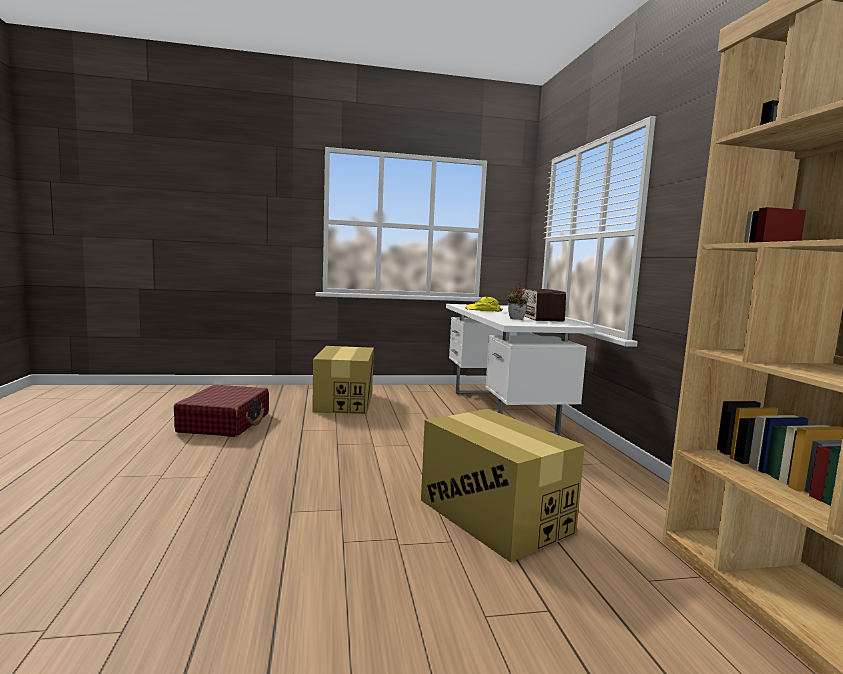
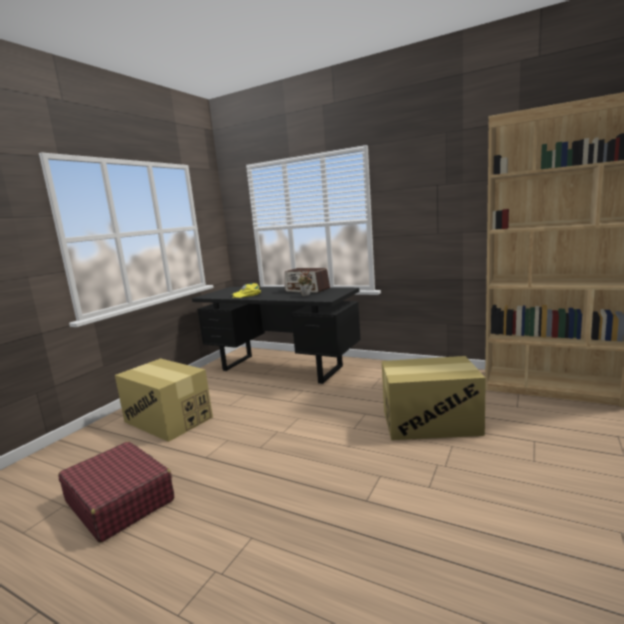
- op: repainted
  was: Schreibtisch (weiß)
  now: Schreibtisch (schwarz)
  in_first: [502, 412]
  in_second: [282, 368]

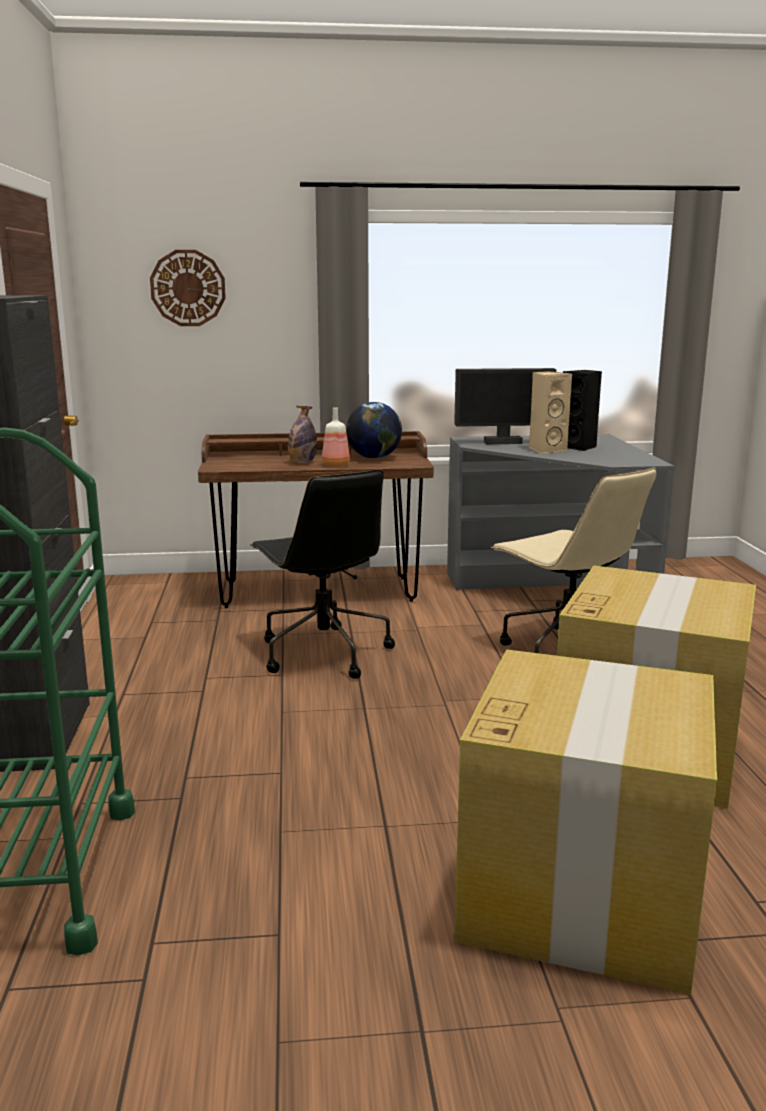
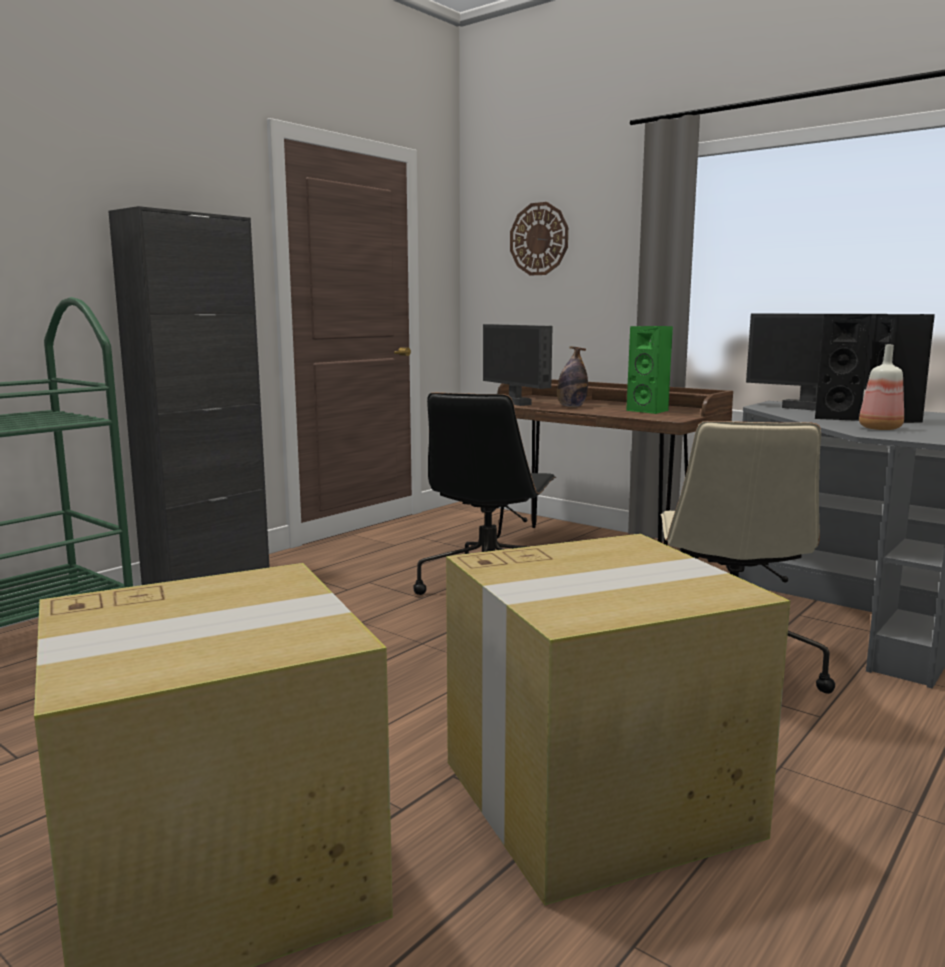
- op: repainted
  was: Lautsprecher (beige)
  now: Lautsprecher (schwarz)
  in_first: [546, 450]
  in_second: [836, 417]
- op: swapped
  was: Globus
  now: Lautsprecher (grün)
  in_first: [374, 458]
  in_second: [650, 411]
- op: shifted
  was: Flasche
  in_first: [335, 465]
  in_second: [878, 428]
- op: new
  now: Monitor
  in_second: [516, 403]

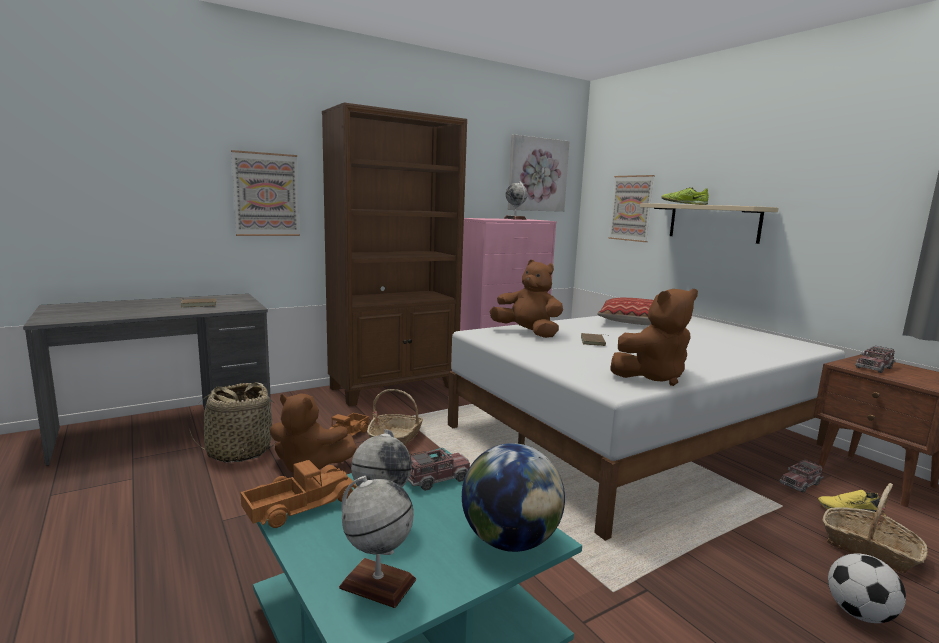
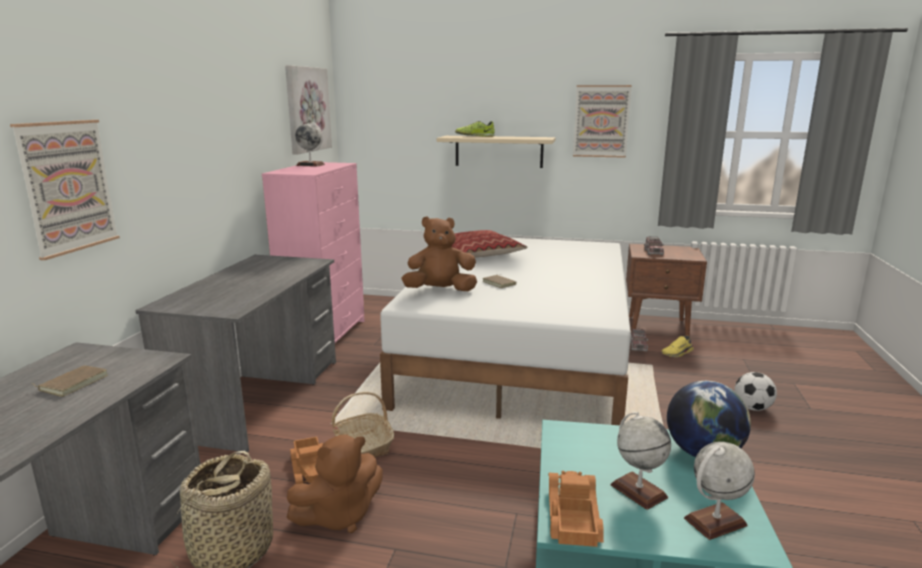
- op: swapped
  was: Bücherregal (braun)
  now: Schreibtisch (grau)
  in_first: [394, 388]
  in_second: [259, 397]
- op: shifted
  was: Bild
  in_first: [631, 208]
  in_second: [601, 121]
- op: gone
  was: Plüschtier (braun)
  in_first: [652, 377]
- op: gone
  was: Spielzeuglaster
  in_first: [436, 479]
- op: gone
  was: Korb
  in_first: [869, 549]

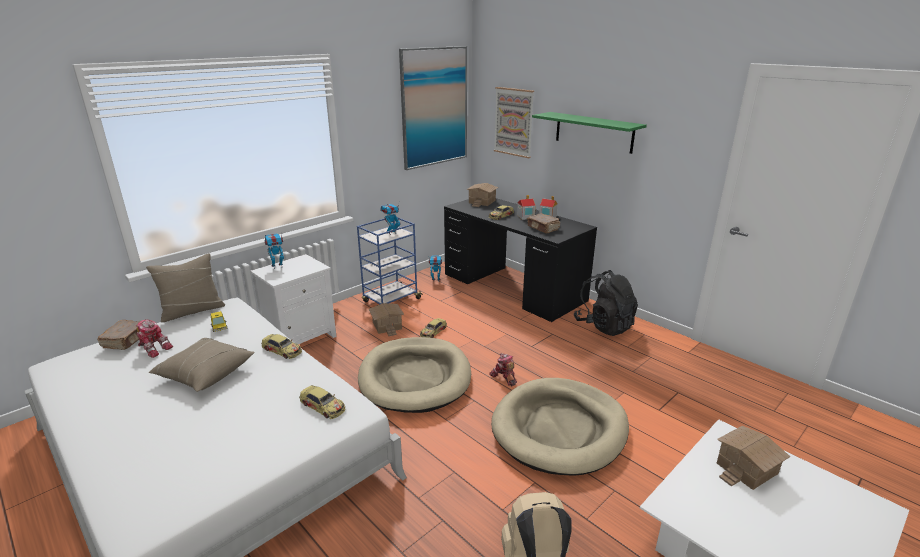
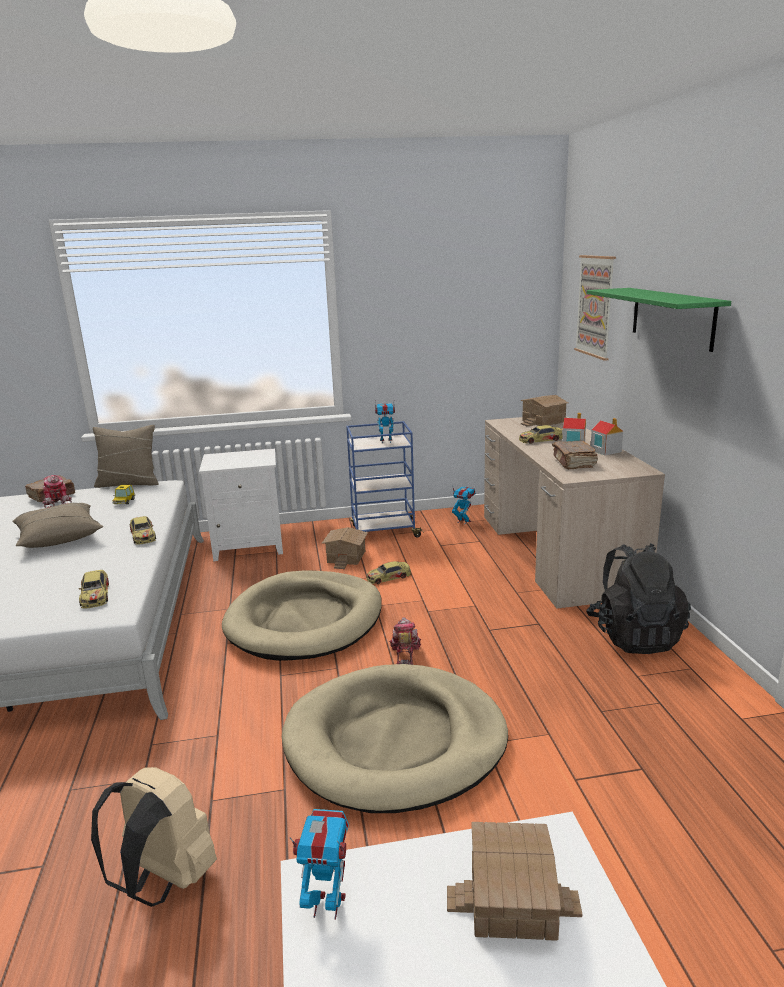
- op: gone
  was: Bild
  in_first: [434, 107]
- op: repainted
  was: Schreibtisch (schwarz)
  now: Schreibtisch (beige)
  in_first: [513, 287]
  in_second: [556, 552]
- op: shifted
  was: Spielzeugroboter
  in_first: [277, 266]
  in_second: [327, 904]

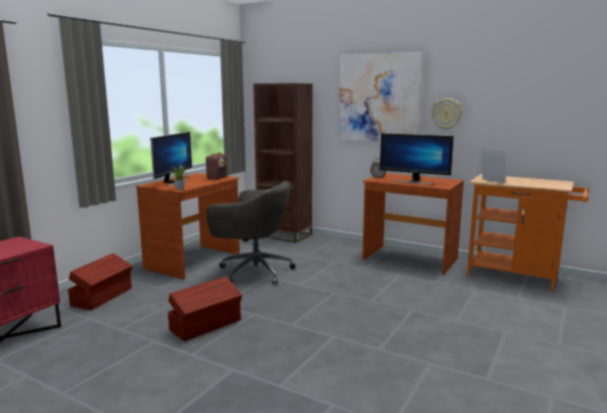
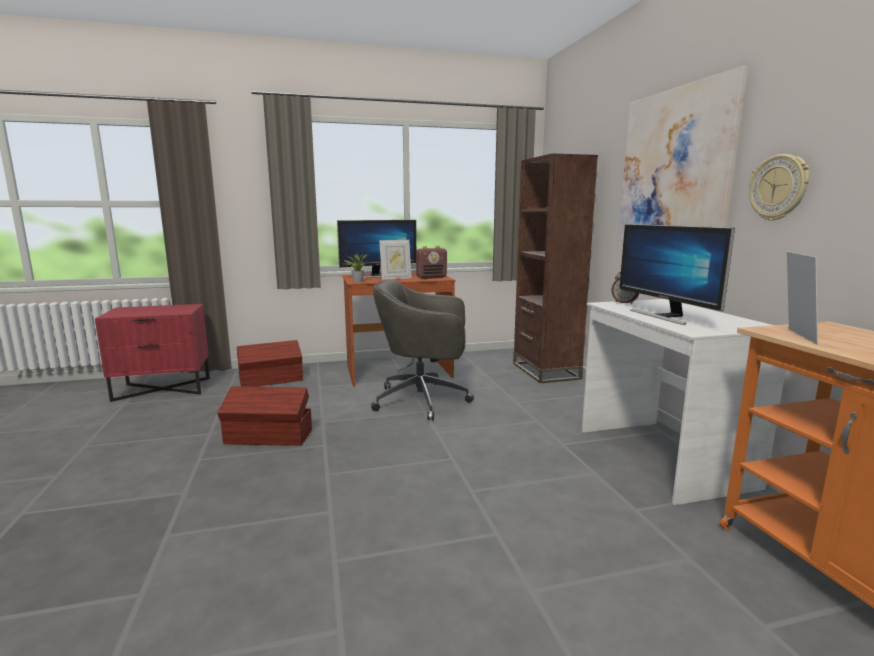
- op: repainted
  was: Schreibtisch (braun)
  now: Schreibtisch (weiß)
  in_first: [409, 259]
  in_second: [660, 457]
- op: rotated
  was: Bürostuhl (grau)
  in_first: [253, 271]
  in_second: [424, 400]
  clockwise: 120
- op: new
  now: Bilderrahmen
  in_second: [396, 278]

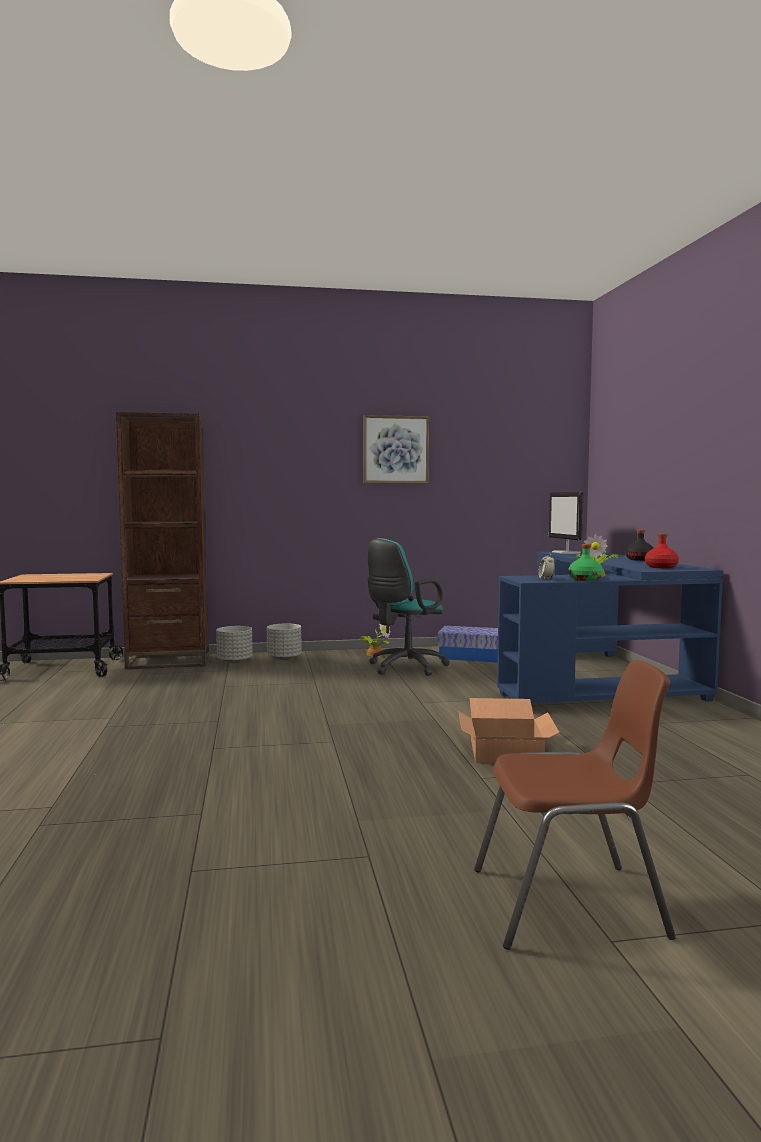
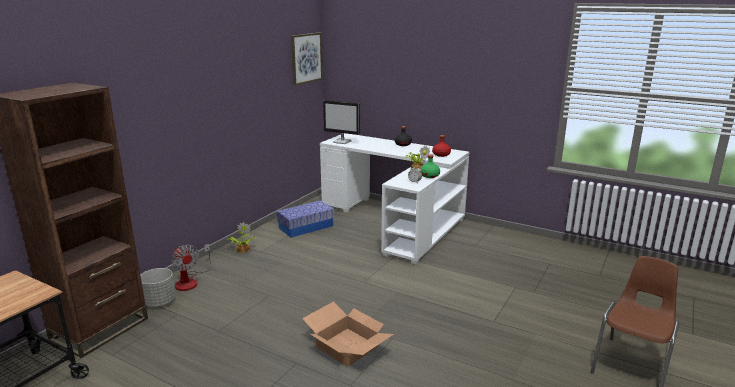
- op: shifted
  was: Bild
  in_first: [395, 449]
  in_second: [306, 58]
- op: gone
  was: Bürostuhl (türkis)
  in_first: [404, 668]
- op: repainted
  was: Schreibtisch (blau)
  now: Schreibtisch (weiß)
  in_first: [601, 678]
  in_second: [397, 221]
- op: swapped
  was: Pflanzkübel (grau)
  now: Ventilator
  in_first: [284, 658]
  in_second: [190, 281]
- op: shifted
  was: Karton
  in_first: [507, 752]
  in_second: [348, 346]

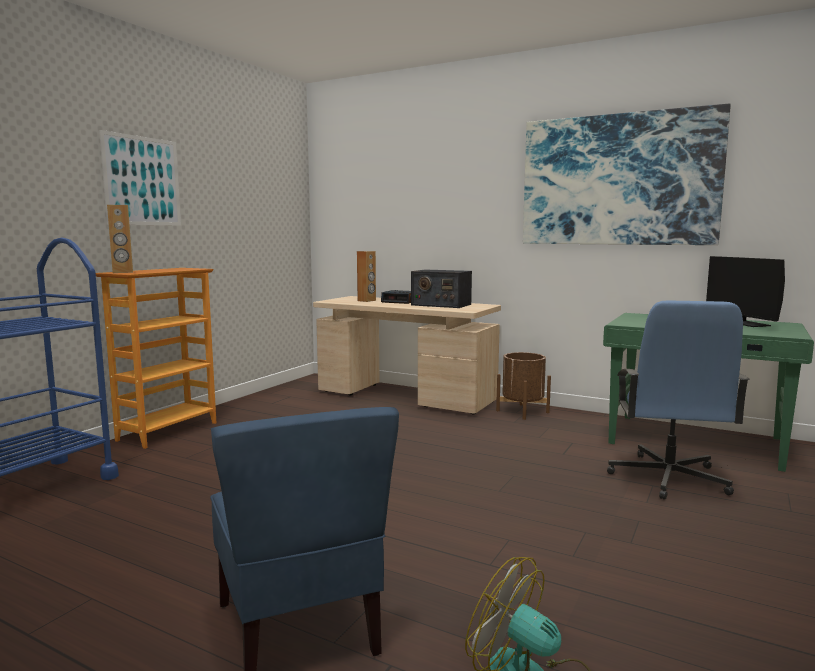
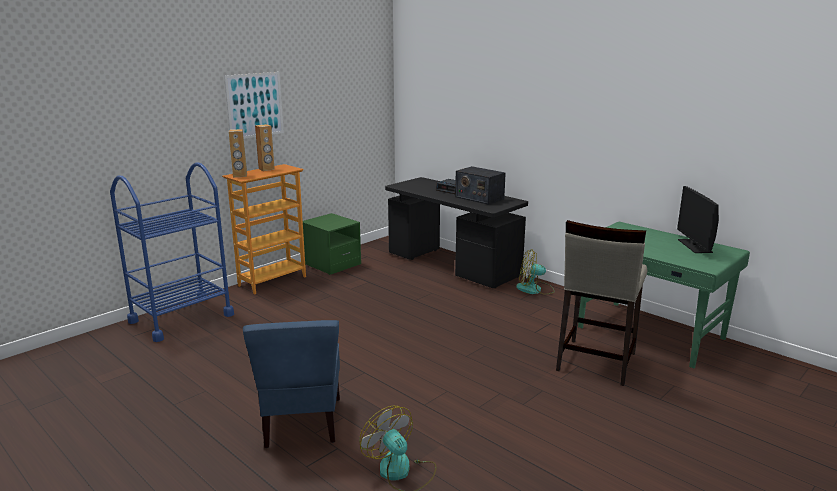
- op: gone
  was: Bild
  in_first: [618, 180]
- op: shifted
  was: Lautsprecher (braun)
  in_first: [367, 300]
  in_second: [266, 169]
- op: repainted
  was: Schreibtisch (beige)
  now: Schreibtisch (schwarz)
  in_first: [405, 397]
  in_second: [452, 265]
- op: swapped
  was: Bürostuhl (blau)
  now: Hocker (beige)
  in_first: [668, 478]
  in_second: [595, 362]
- op: swapped
  was: Pflanzkübel (braun)
  now: Ventilator
  in_first: [522, 411]
  in_second: [535, 289]
- op: new
  now: Nachttisch (grün)
  in_second: [332, 264]

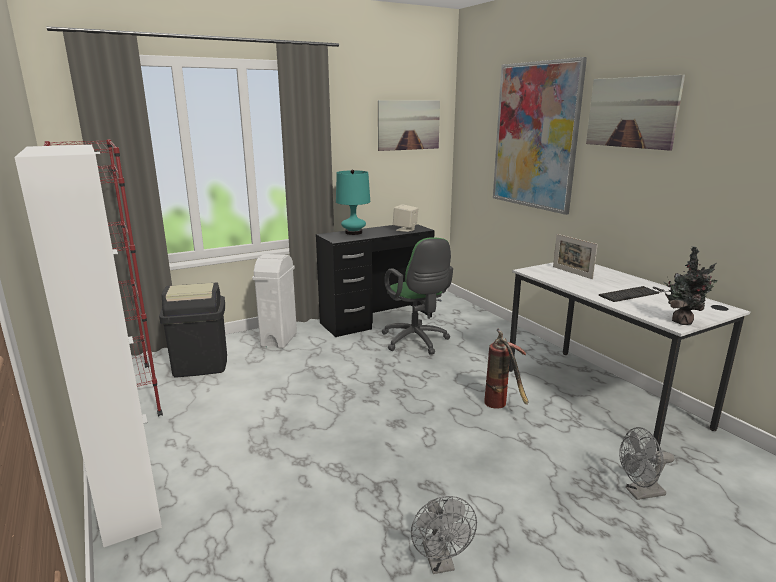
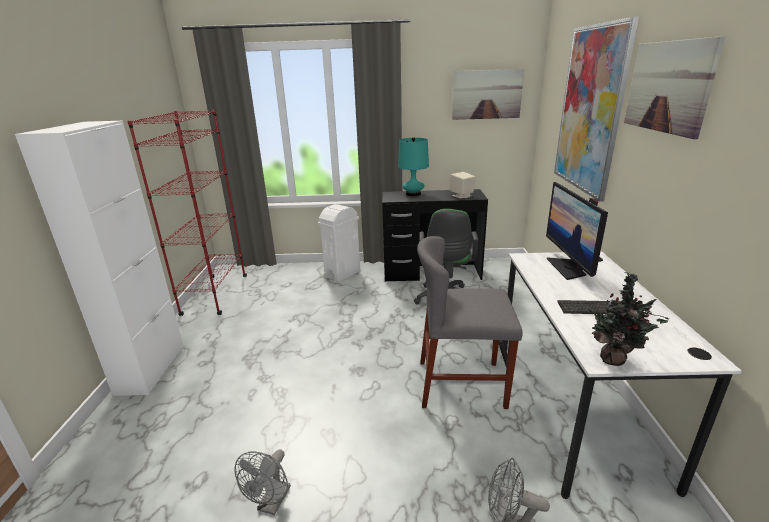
- op: swapped
  was: Bilderrahmen
  now: Monitor
  in_first: [572, 272]
  in_second: [568, 268]
- op: gone
  was: Mülleimer (schwarz)
  in_first: [200, 365]
- op: swapped
  was: Feuerlöscher
  now: Stuhl (grau)
  in_first: [502, 406]
  in_second: [461, 384]

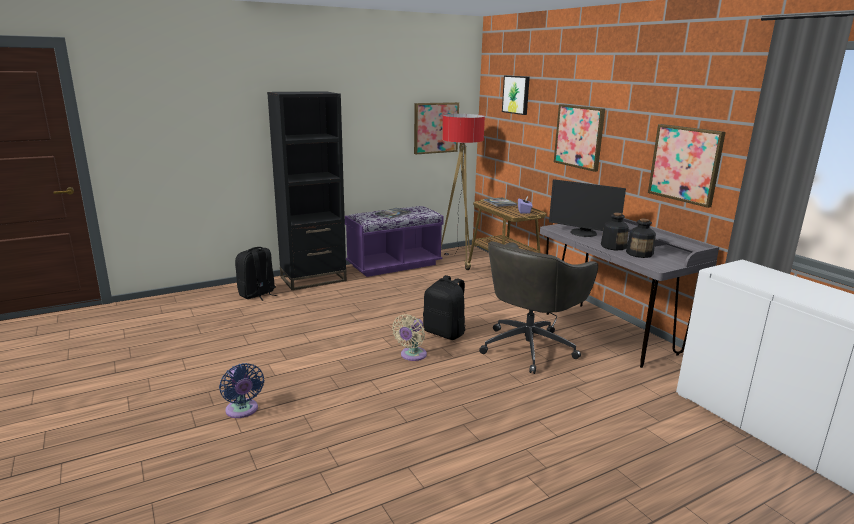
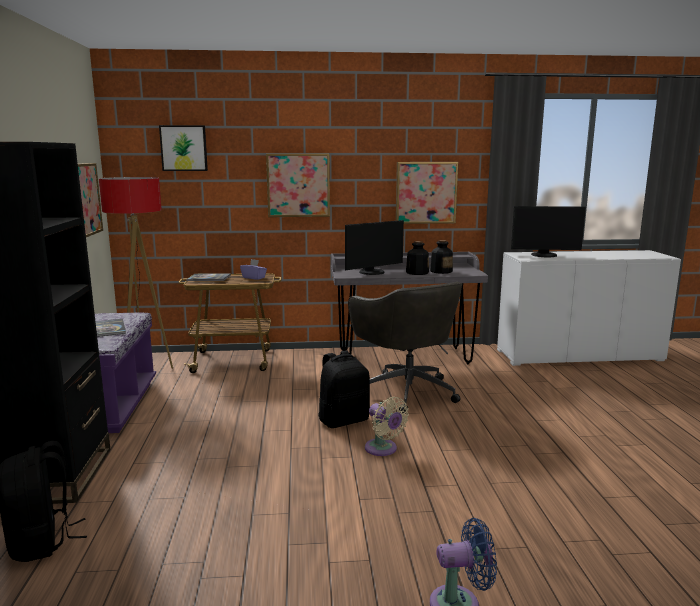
- op: new
  now: Monitor
  in_second: [544, 255]

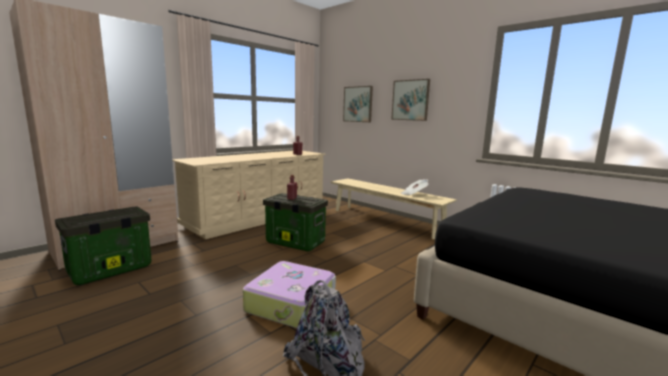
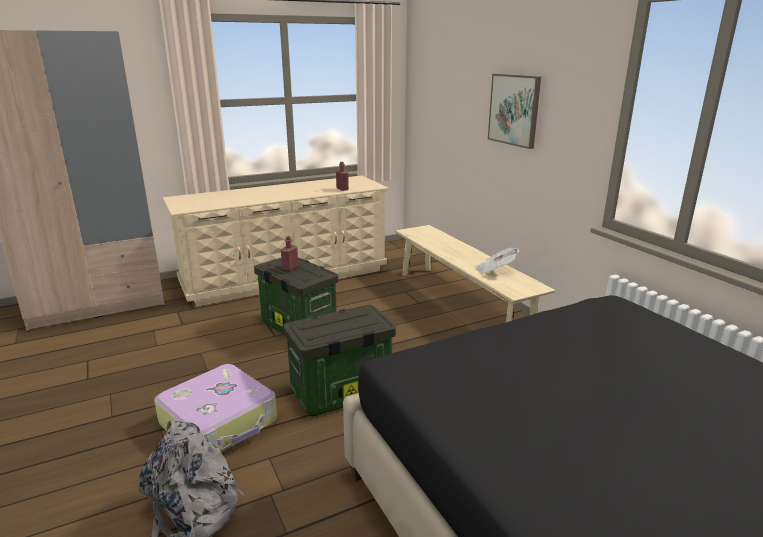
- op: gone
  was: Bild
  in_first: [358, 104]
- op: shifted
  was: Aufbewahrungsbox
  in_first: [109, 270]
  in_second: [340, 393]

